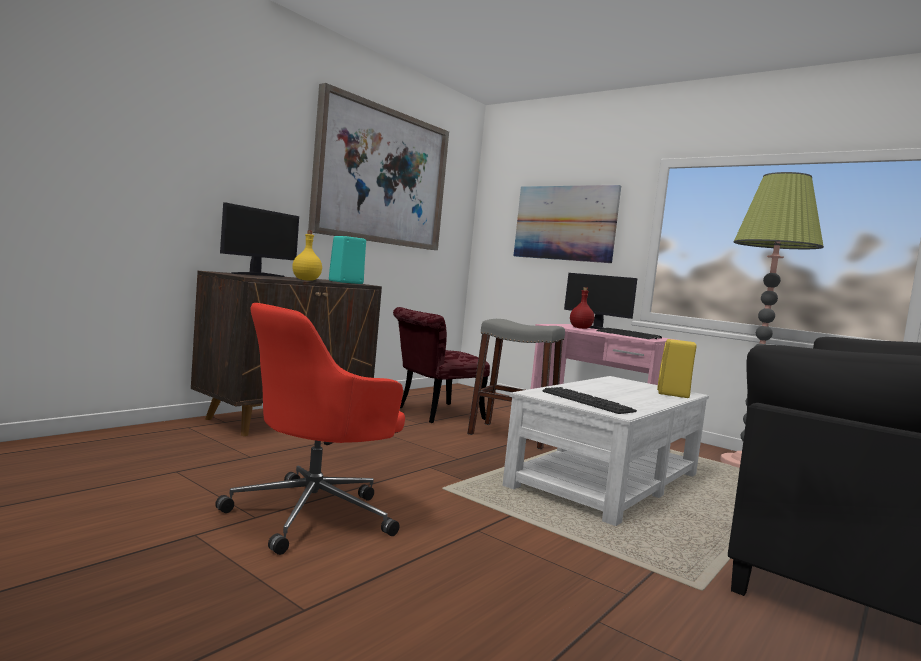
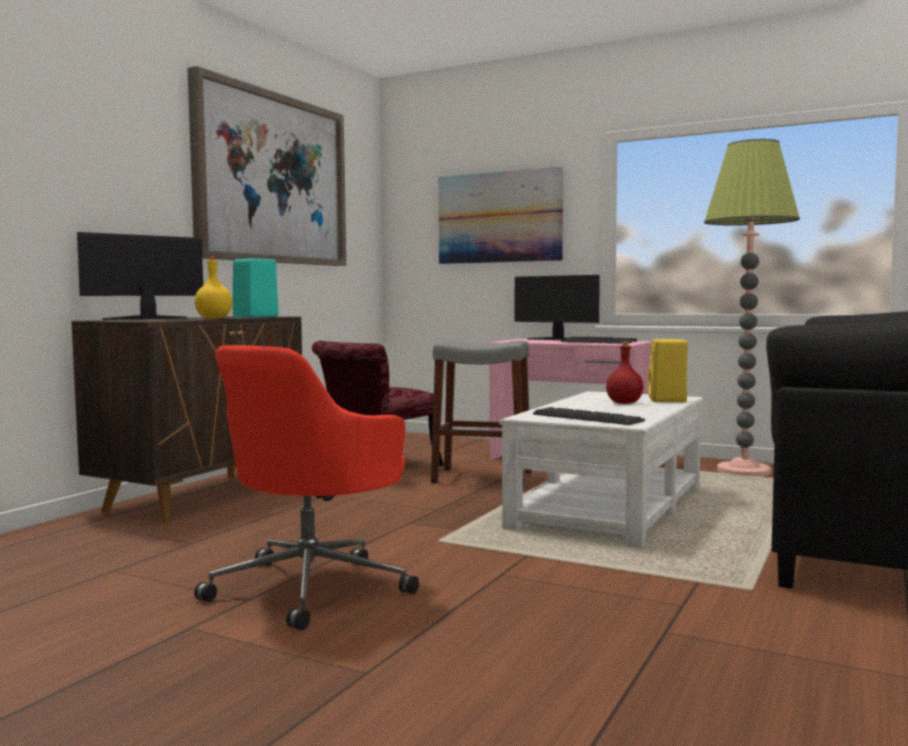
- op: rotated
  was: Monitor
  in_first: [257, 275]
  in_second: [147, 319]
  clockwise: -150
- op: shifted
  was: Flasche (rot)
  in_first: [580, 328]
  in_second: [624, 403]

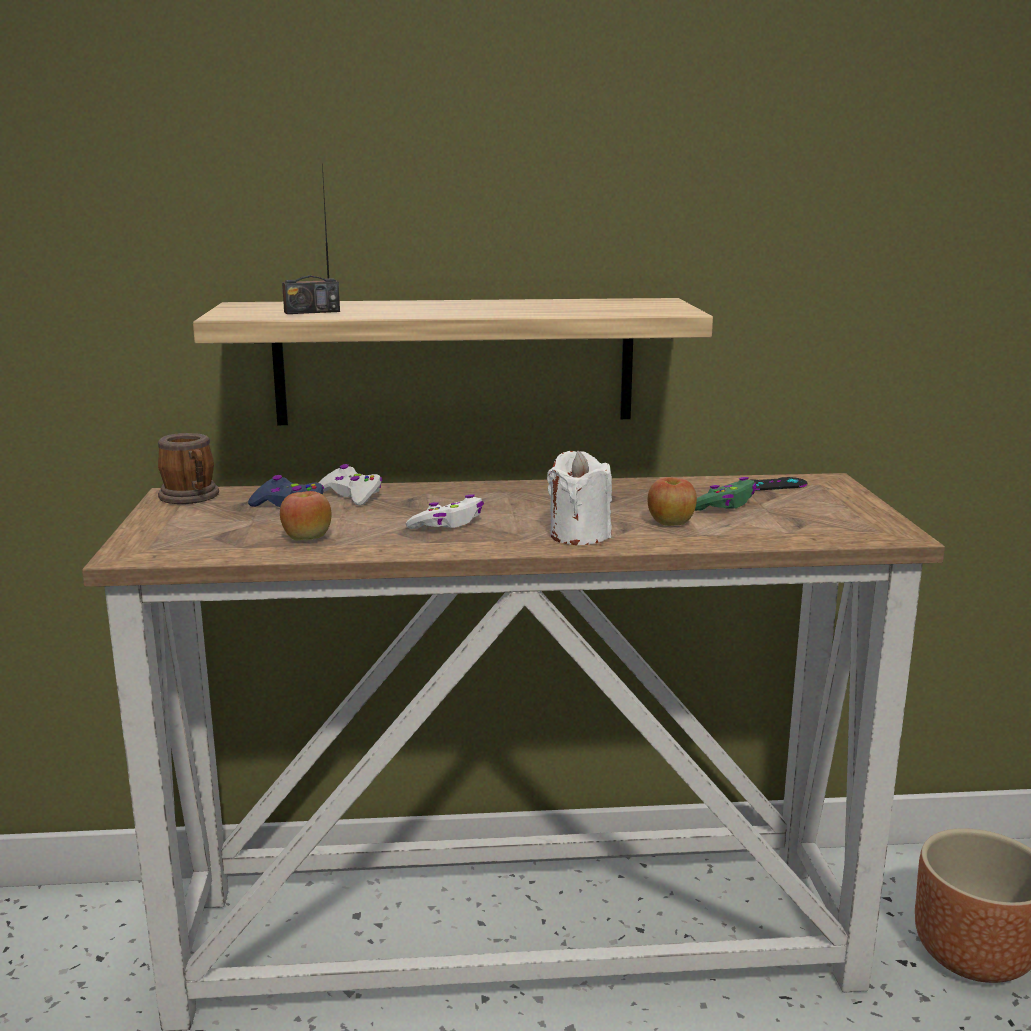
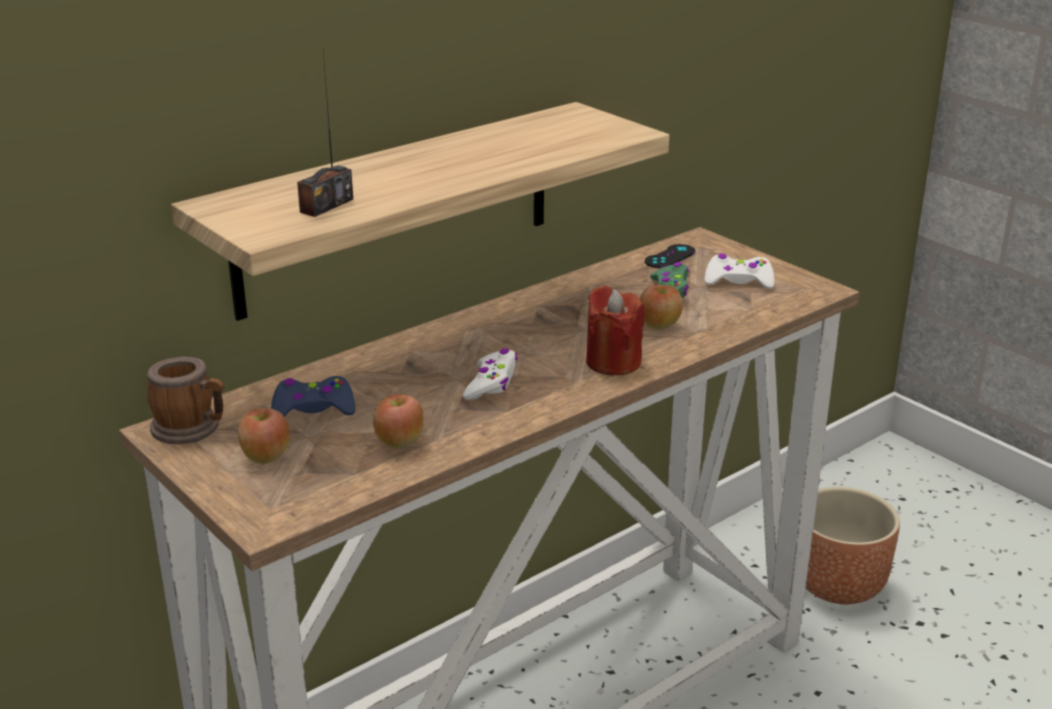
- op: repainted
  was: Kerze (weiß)
  now: Kerze (rot)
  in_first: [579, 535]
  in_second: [613, 362]
- op: shifted
  was: Gamepad (weiß)
  in_first: [351, 495]
  in_second: [738, 281]
- op: new
  now: Apfel
  in_second: [265, 457]

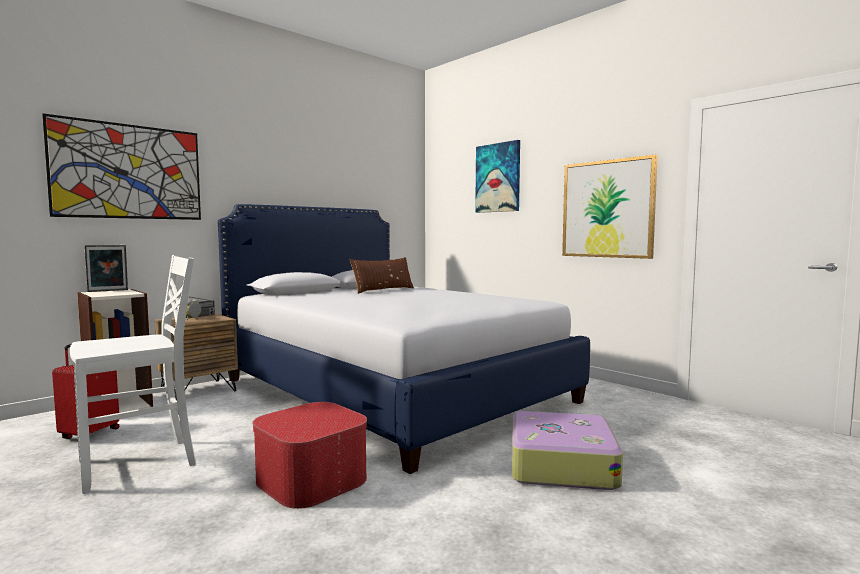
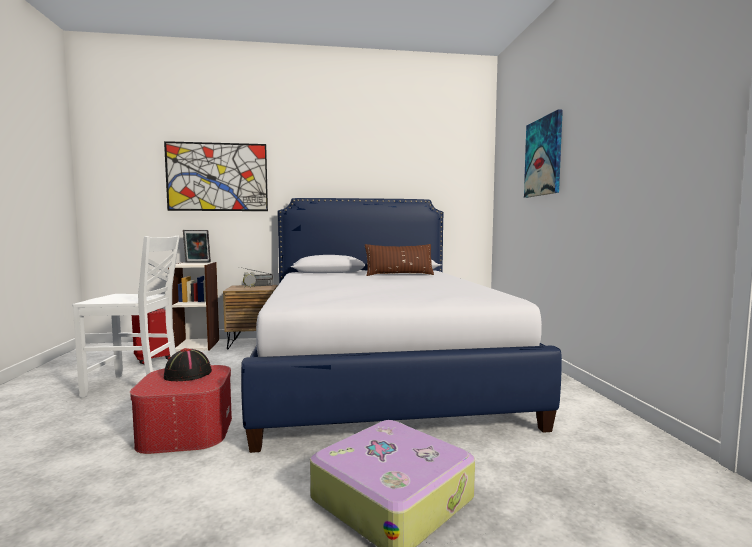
- op: gone
  was: Bild
  in_first: [607, 209]
- op: new
  now: Hut (schwarz)
  in_second: [188, 374]

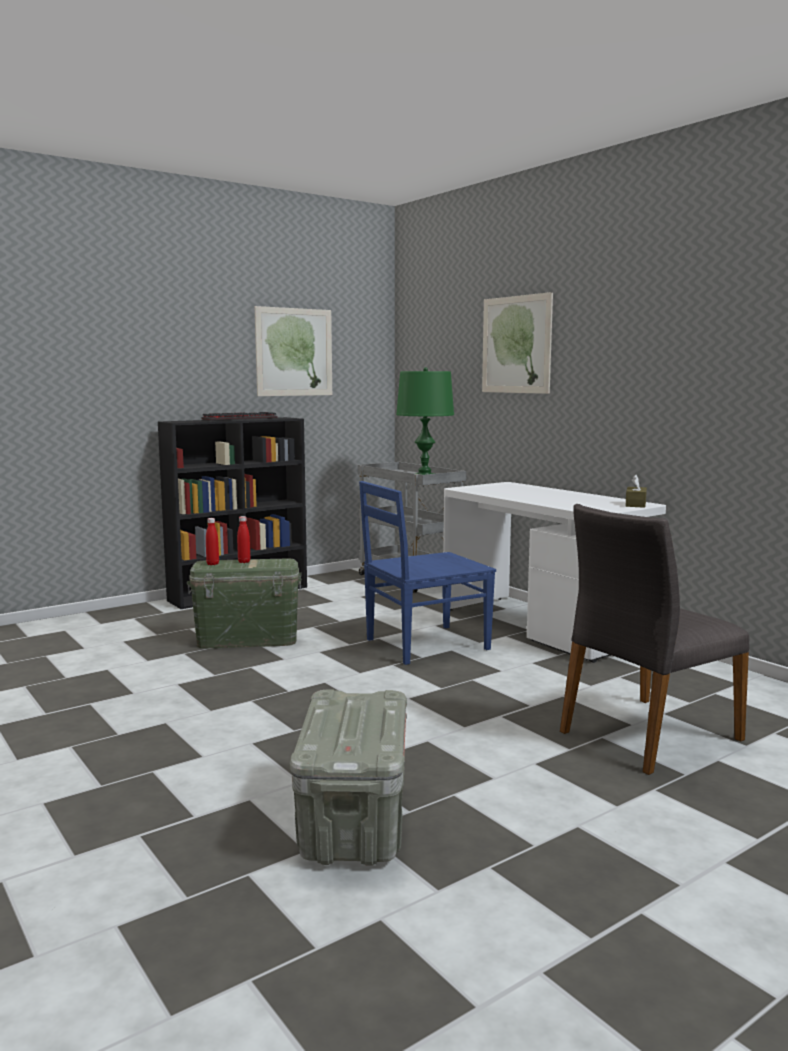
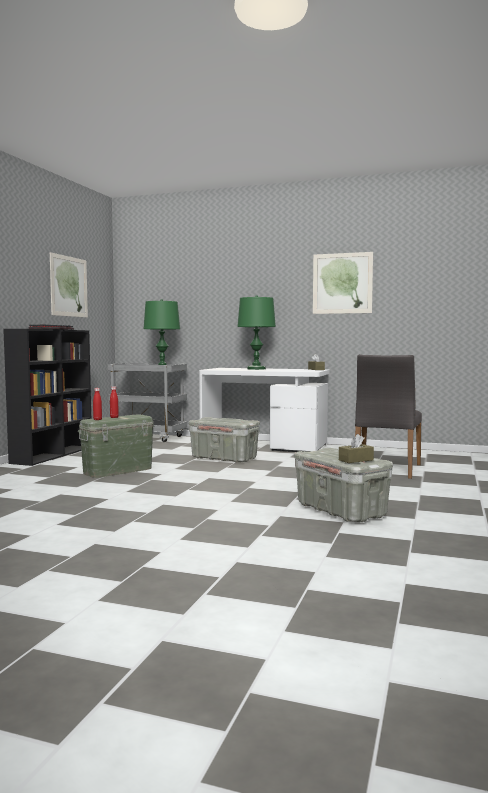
- op: shifted
  was: Bild
  in_first: [516, 344]
  in_second: [342, 283]
- op: swapped
  was: Stuhl (blau)
  now: Aufbewahrungsbox (grau)
  in_first: [424, 644]
  in_second: [223, 458]
- op: new
  now: Tischlampe (grün)
  in_second: [256, 369]
- op: new
  now: Taschentuchbox (braun)
  in_second: [356, 460]

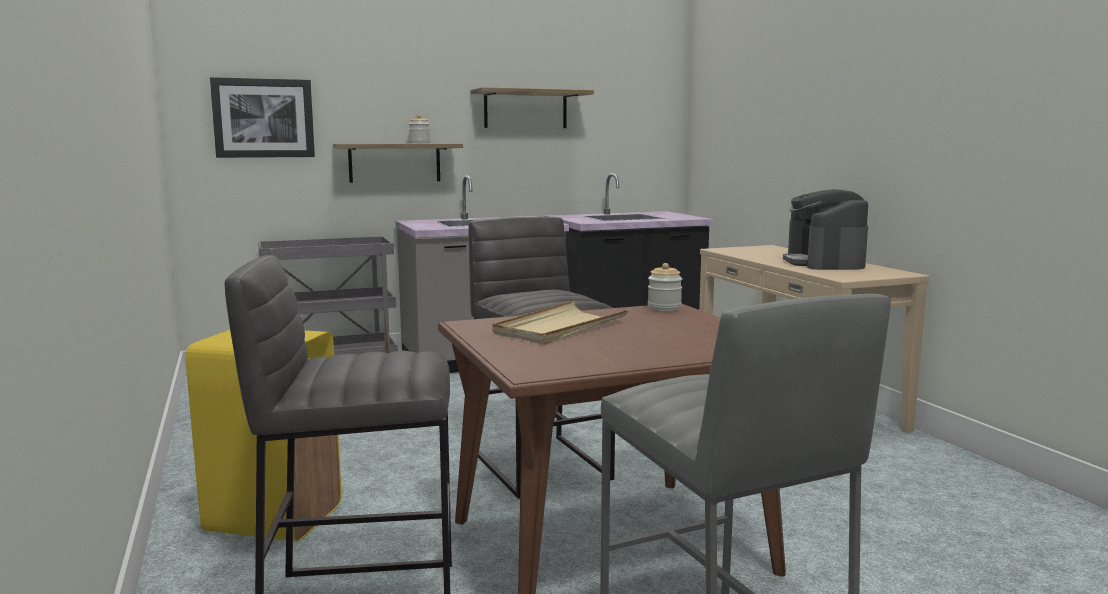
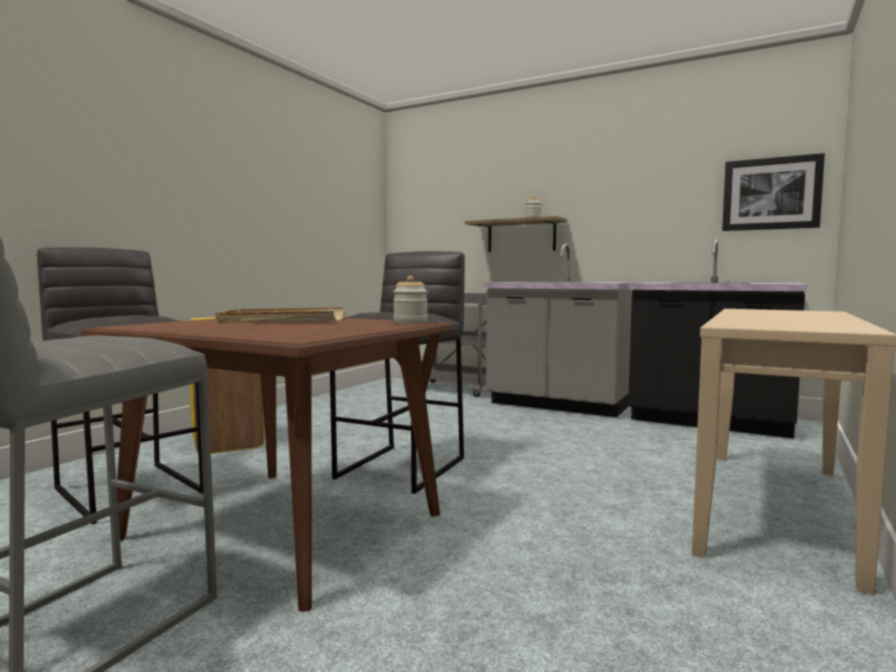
- op: shifted
  was: Bild
  in_first: [263, 118]
  in_second: [771, 194]
- op: gone
  was: Wandregal
  in_first: [525, 109]
- op: gone
  was: Kaffeemaschine
  in_first: [824, 263]

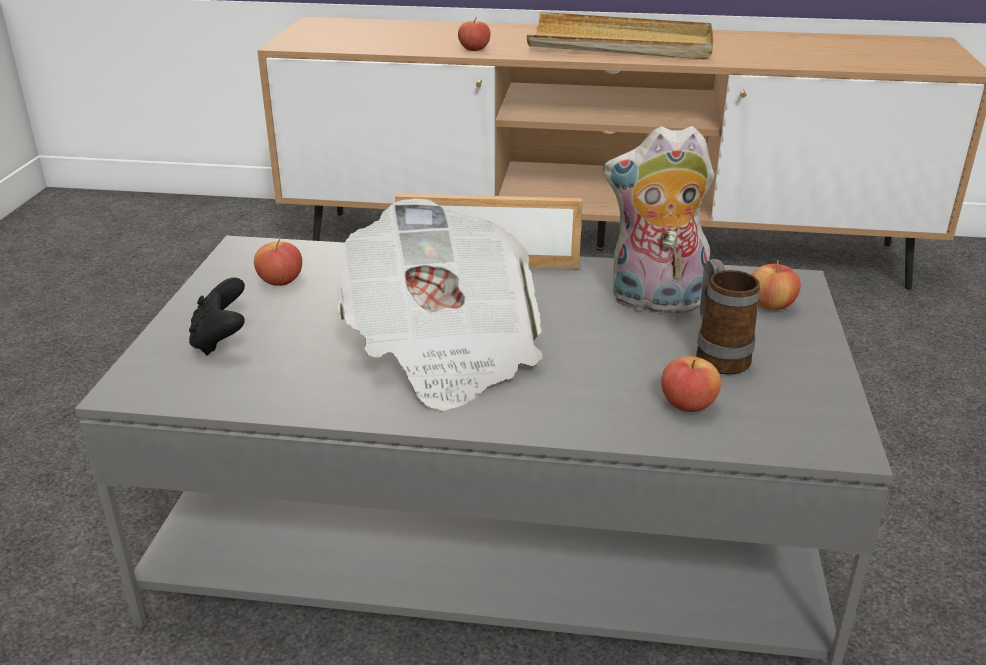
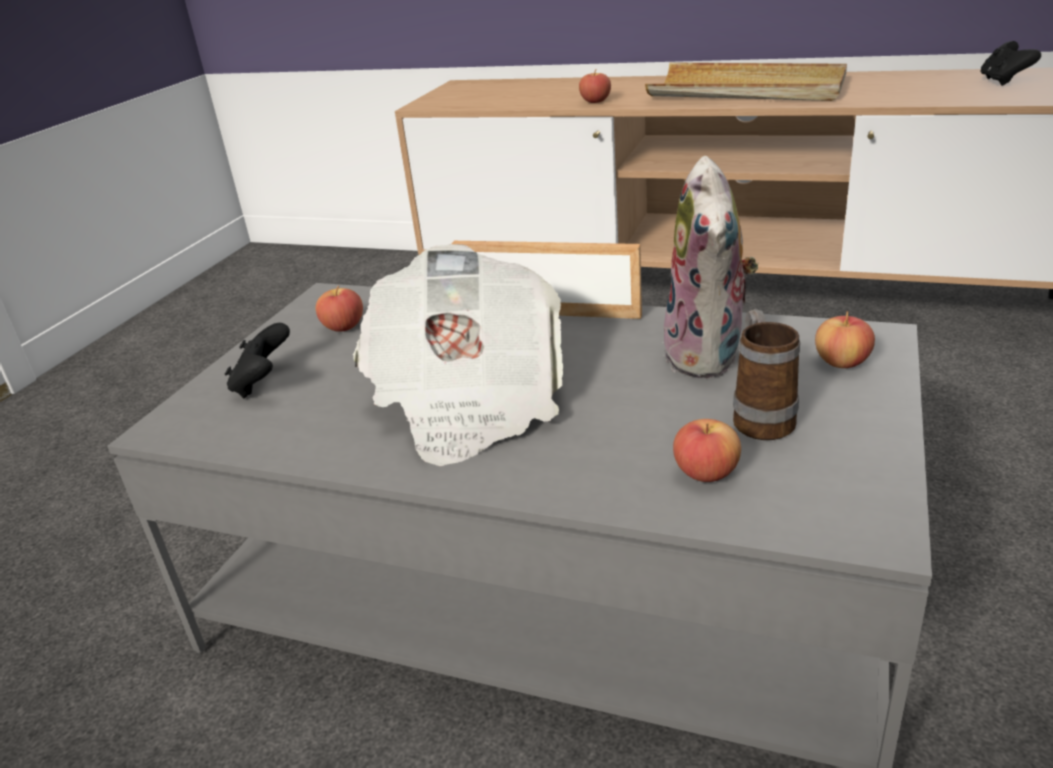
- op: rotated
  was: Plüschtier
  in_first: [654, 302]
  in_second: [709, 356]
  clockwise: -105
- op: new
  now: Gamepad (schwarz)
  in_second: [1003, 81]

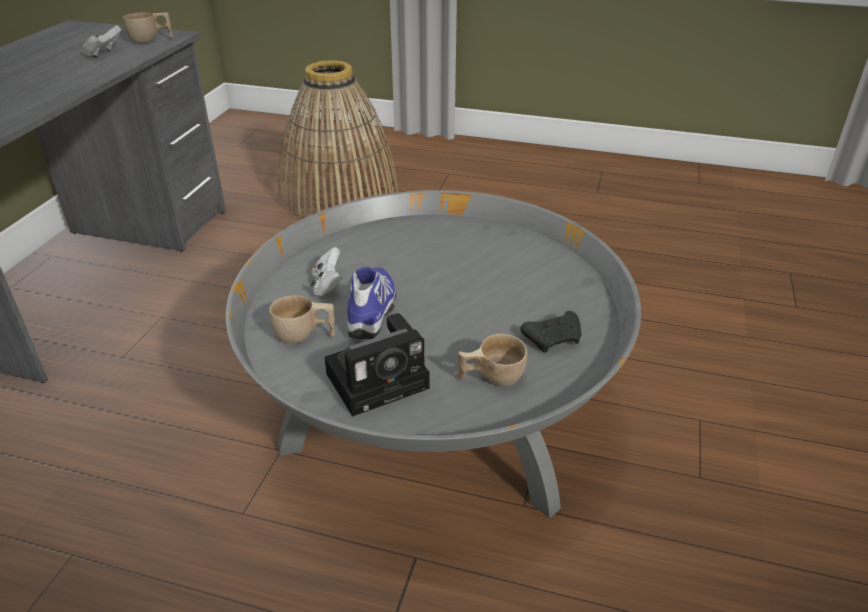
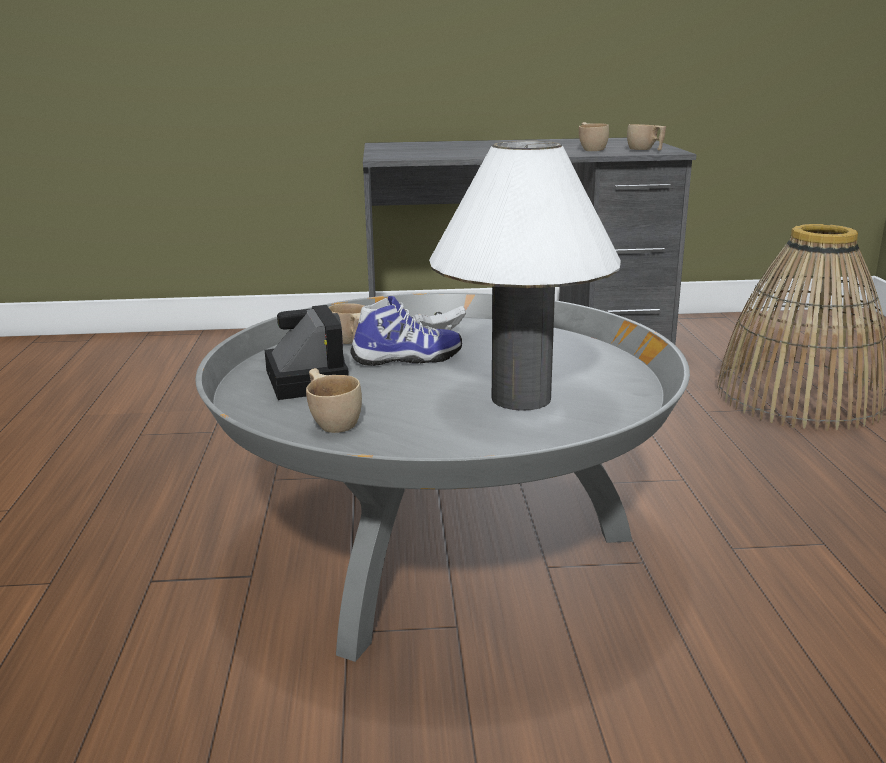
- op: swapped
  was: Gamepad (weiß)
  now: Tasse (beige)
  in_first: [104, 53]
  in_second: [591, 149]
- op: gone
  was: Gamepad (schwarz)
  in_first: [554, 338]
- op: rotated
  was: Kamera
  in_first: [381, 379]
  in_second: [304, 379]
  clockwise: -150
- op: new
  now: Tischlampe (weiß)
  in_second: [521, 398]

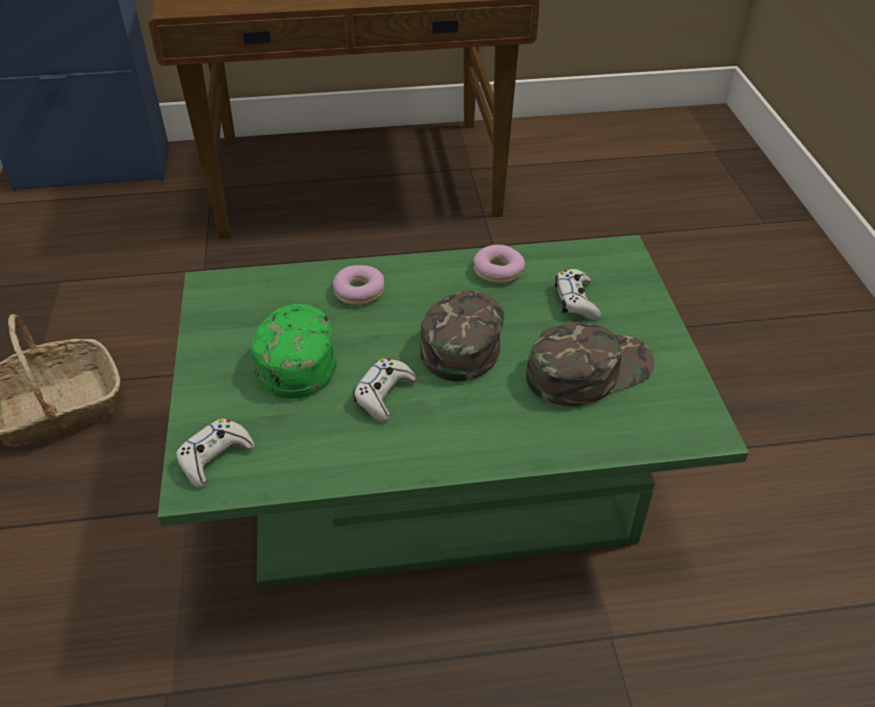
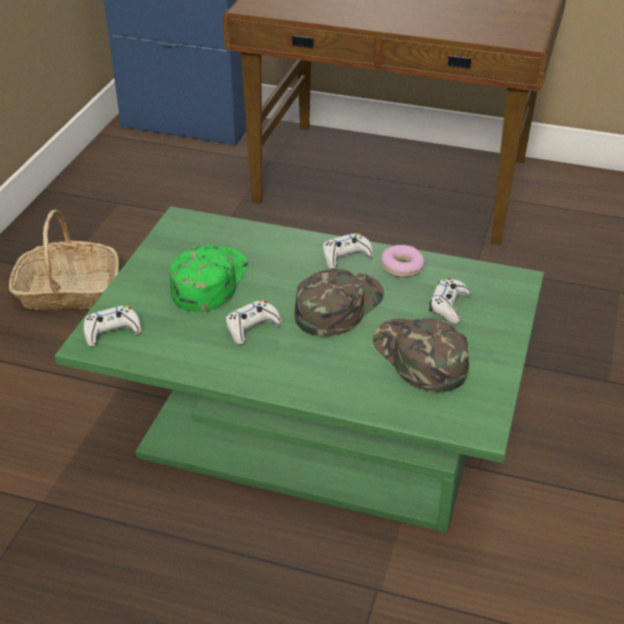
- op: gone
  was: Donut
  in_first: [359, 291]
- op: rotated
  was: Kappe (grün)
  in_first: [588, 370]
  in_second: [419, 357]
  clockwise: -120
- op: new
  now: Gamepad (weiß)
  in_second: [346, 256]

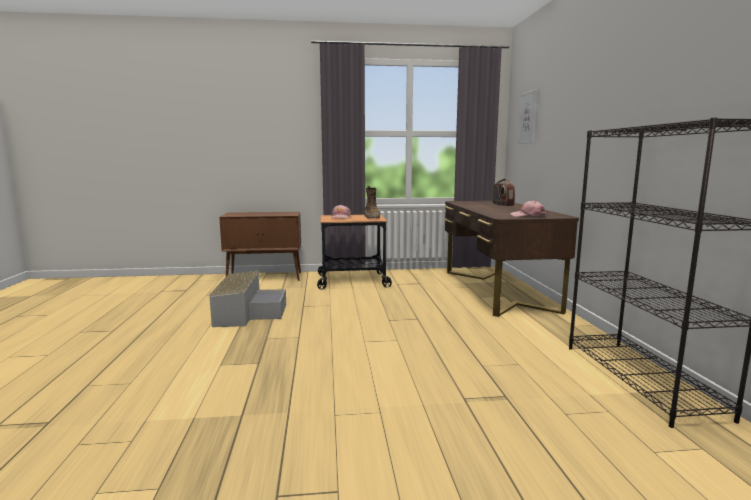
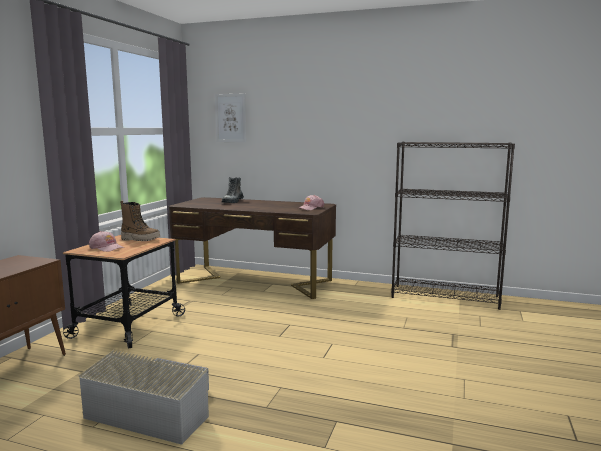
- op: swapped
  was: Radio
  now: Stiefel
  in_first: [502, 204]
  in_second: [233, 201]

